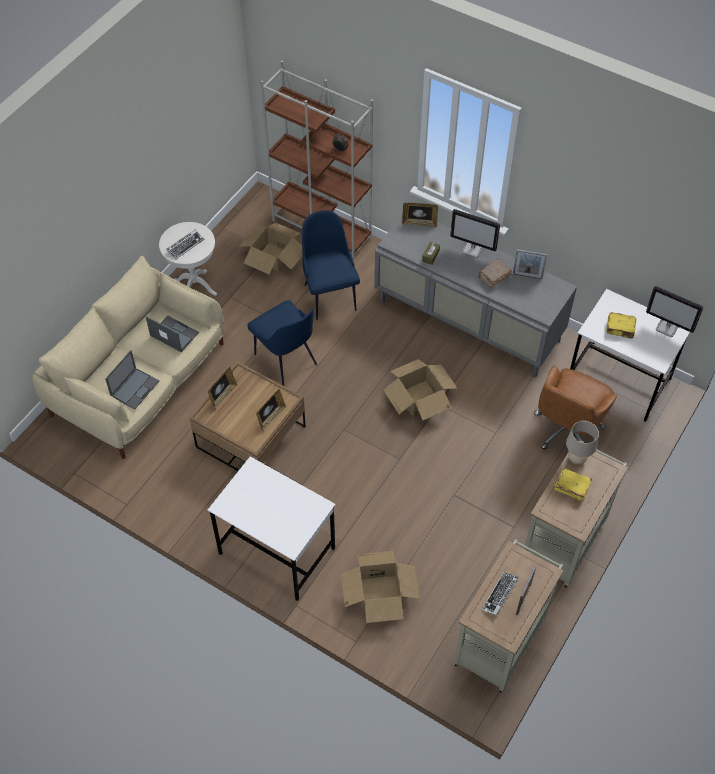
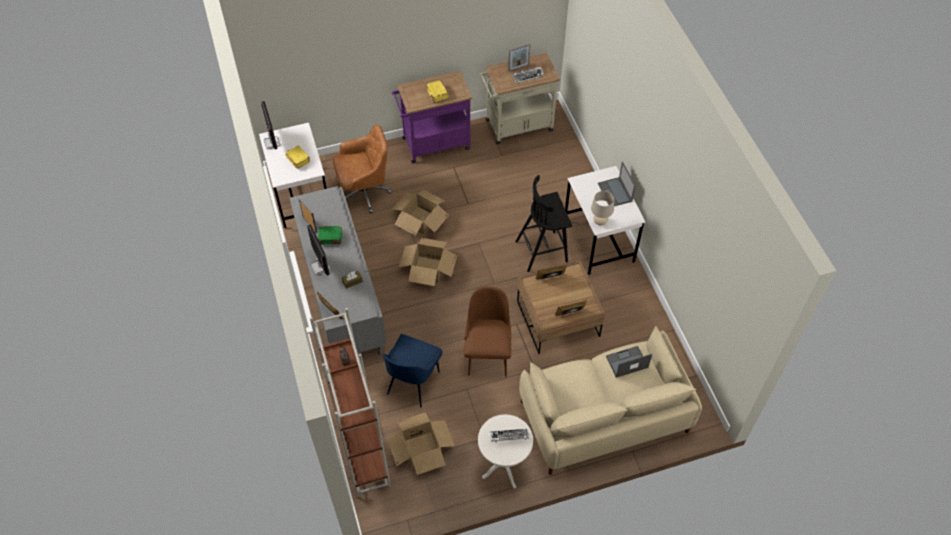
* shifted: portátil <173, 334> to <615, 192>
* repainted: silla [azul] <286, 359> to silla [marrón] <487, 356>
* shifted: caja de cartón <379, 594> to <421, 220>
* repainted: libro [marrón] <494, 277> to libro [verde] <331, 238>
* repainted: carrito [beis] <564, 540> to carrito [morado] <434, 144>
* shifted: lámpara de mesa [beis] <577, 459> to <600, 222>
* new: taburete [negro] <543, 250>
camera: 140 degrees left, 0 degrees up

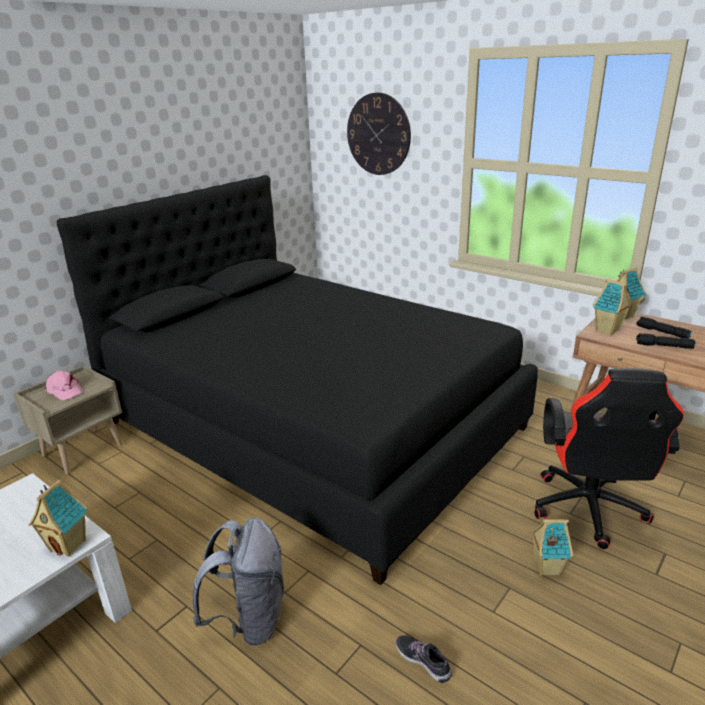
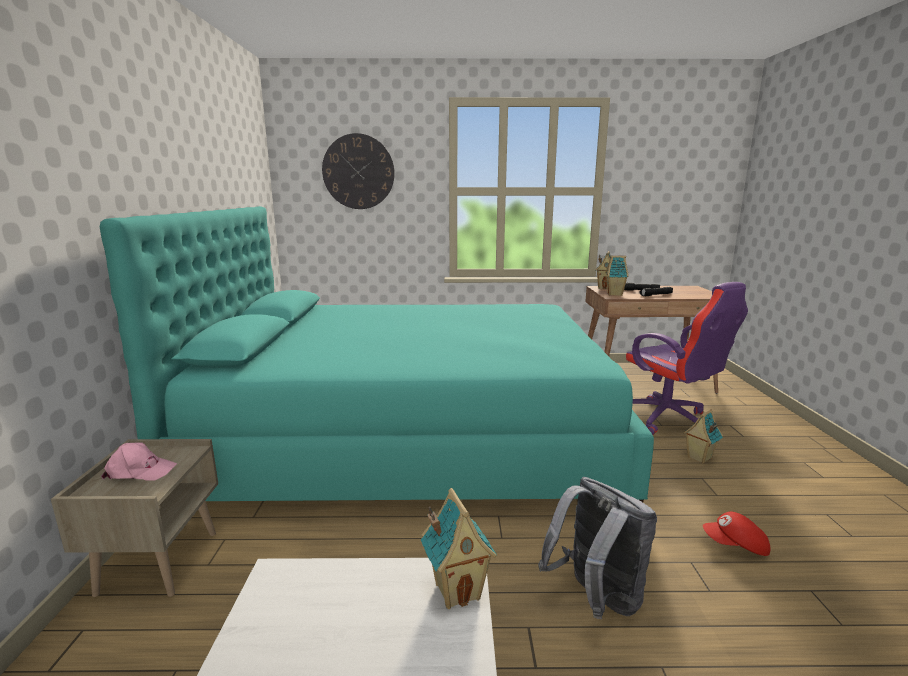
* repainted: cama [negro] <312, 424> to cama [turquesa] <411, 439>
* swapped: zapato <423, 661> to gorra [rojo] <735, 546>
* repainted: silla de oficina [negro] <588, 514> to silla de oficina [morado] <670, 422>
camera: 40 degrees left, 10 degrees down

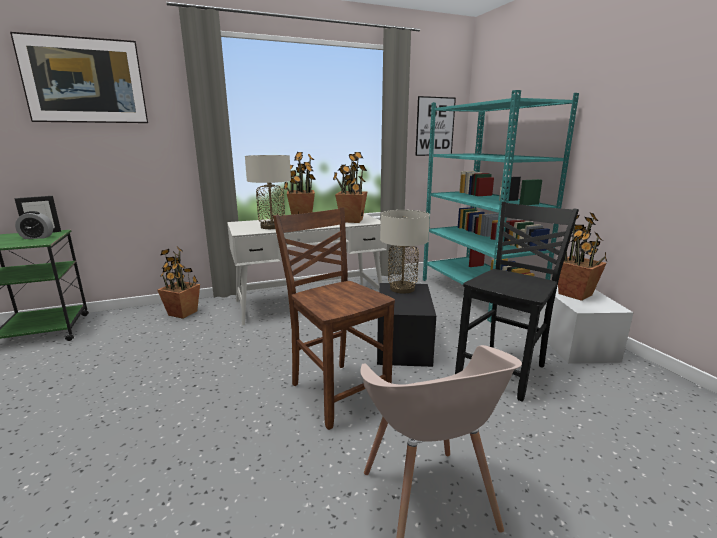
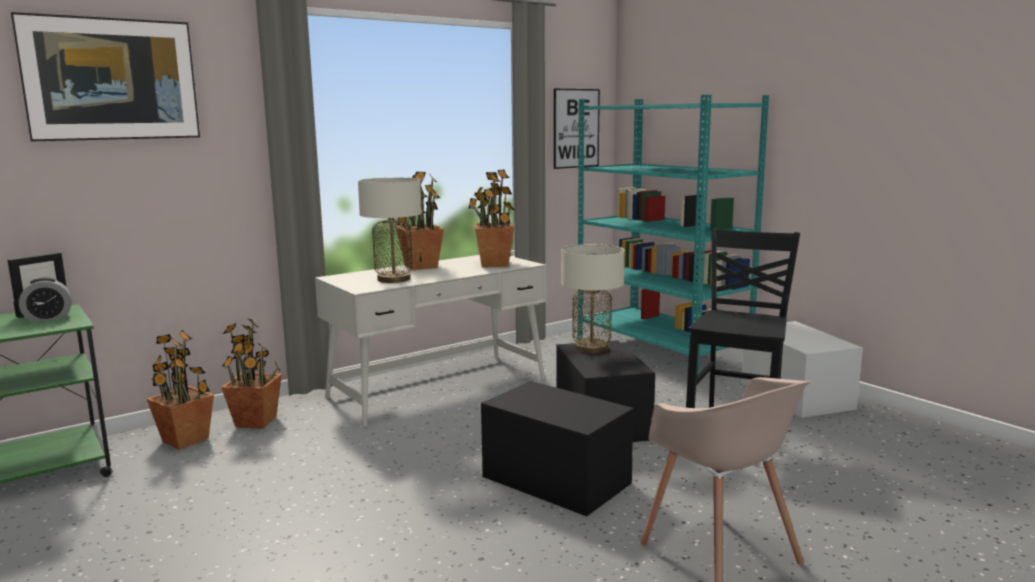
* swapped: silla [marrón] <337, 391> to caja de almacenaje [negro] <555, 480>
* shifted: planta en maceta <575, 294> to <185, 440>
camera: 15 degrees left, 5 degrees down

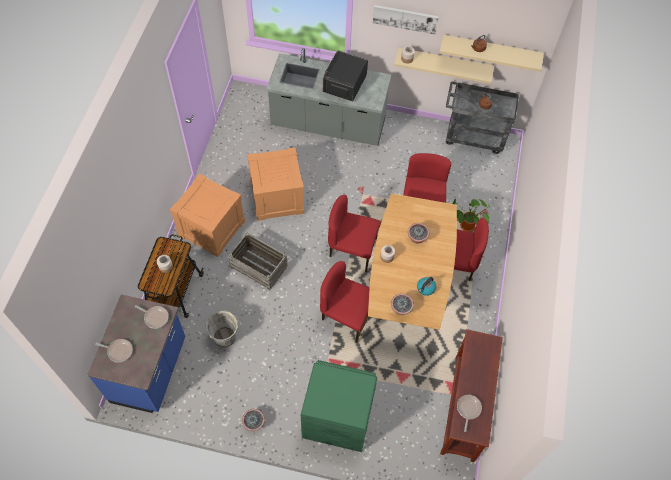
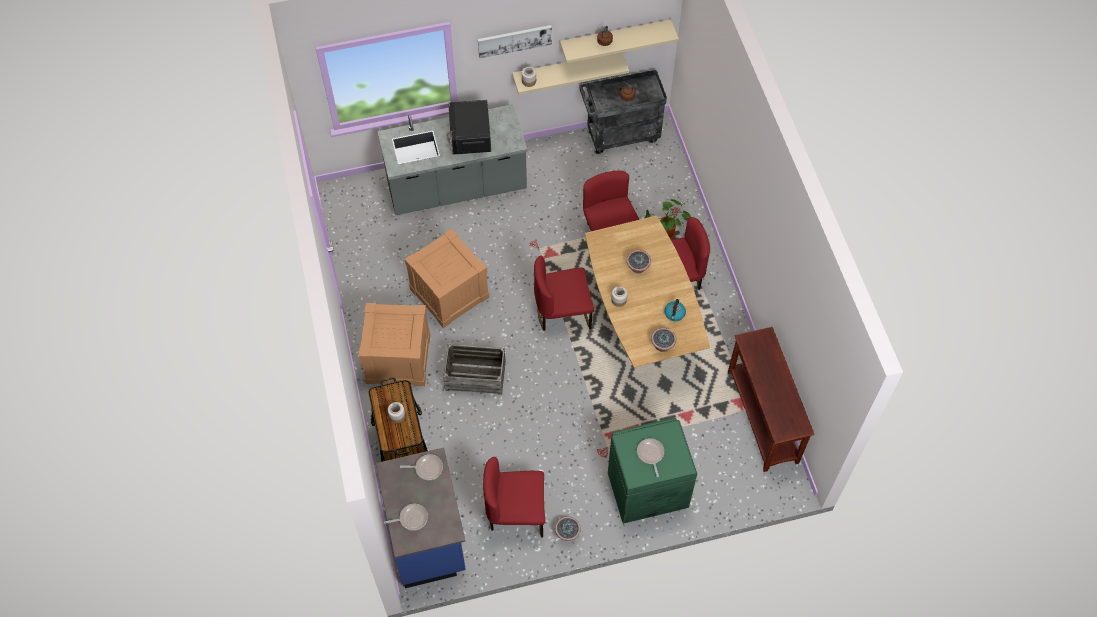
* gone: cubo [gris] <226, 337>
* shifted: silla [rojo] <346, 316> to <516, 513>
* shifted: sartén <468, 409> to <650, 454>
camera: 25 degrees left, 0 degrees up

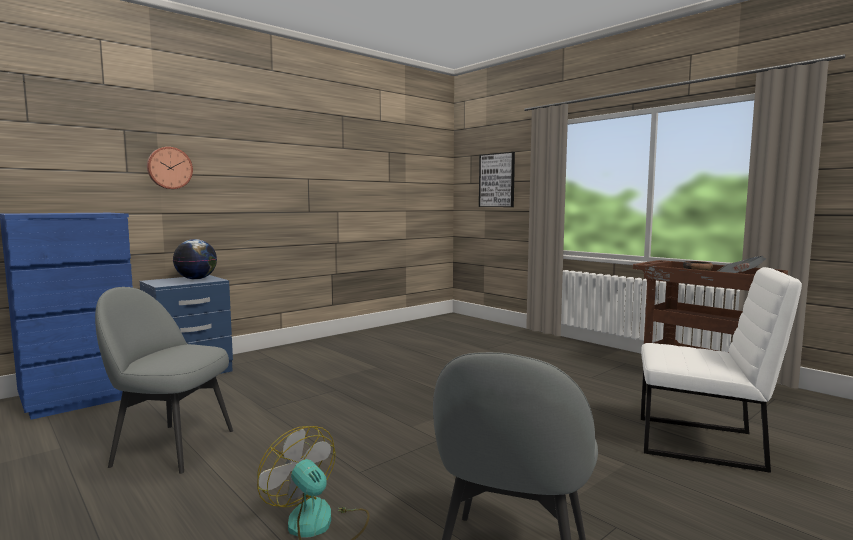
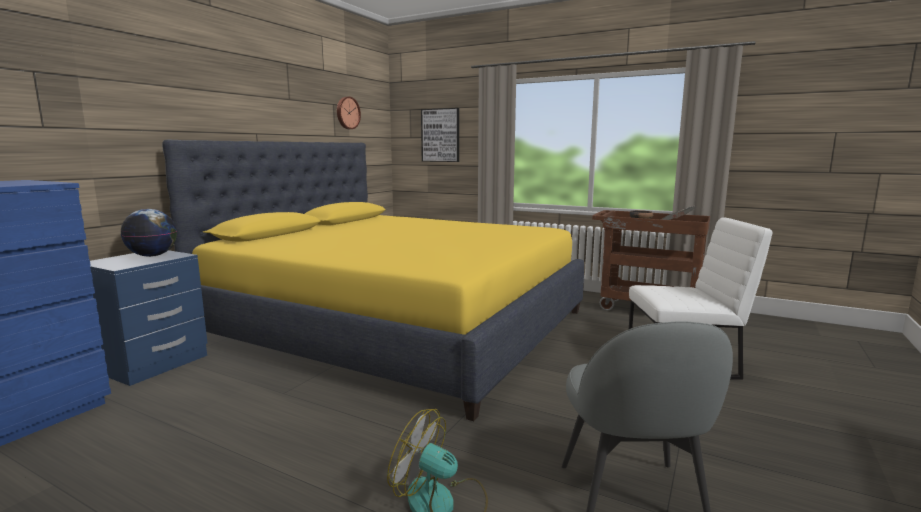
* gone: silla [gris] <171, 447>
* shifted: reloj de pared <169, 168> to <347, 113>
* new: cama [amarillo] <398, 324>
camera: 20 degrees left, 5 degrees up

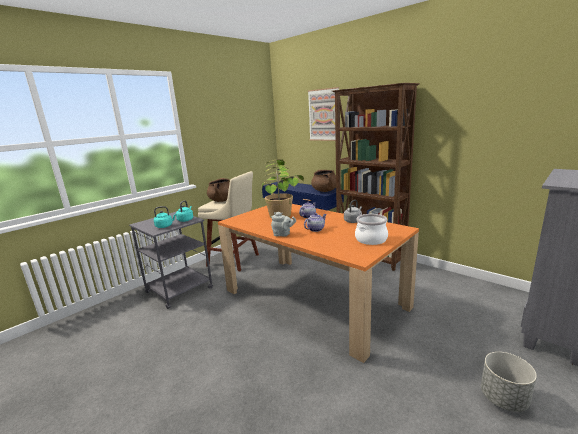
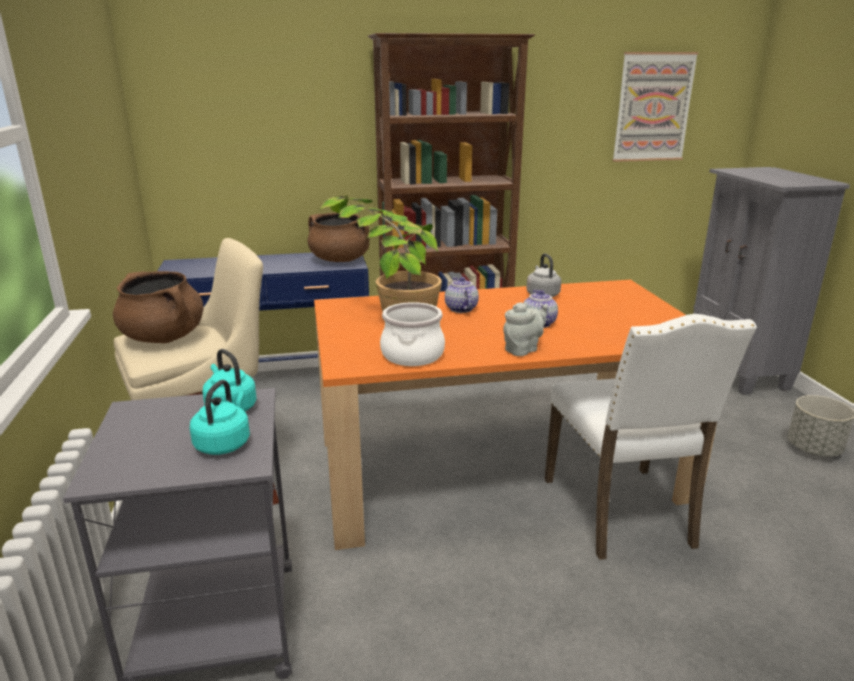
* shifted: cuadro <324, 115> to <653, 107>
* shifted: olla <371, 240> to <413, 355>
* new: silla [blanco] <621, 513>
camera: 55 degrees left, 5 degrees up

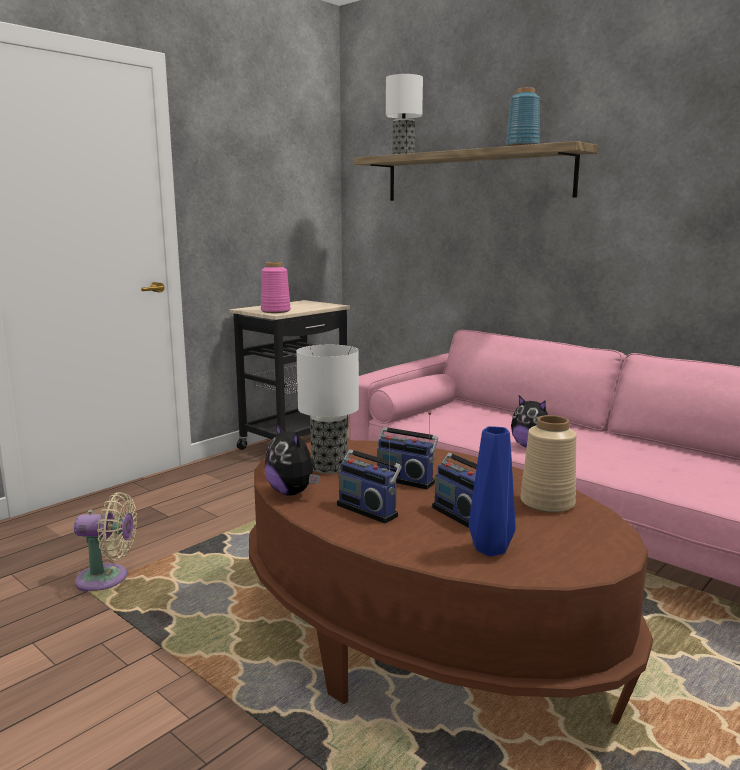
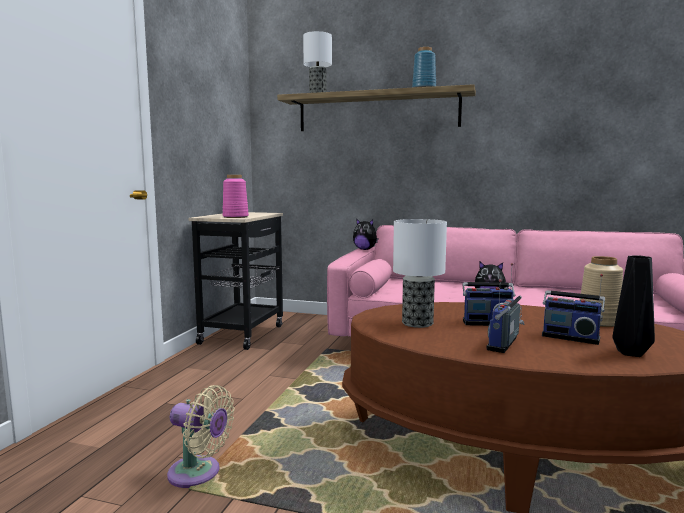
* rotated: ventilador [beis] <107, 579> = <199, 474> 45 degrees clockwise
* shifted: peluche <292, 492> to <365, 249>
* rotated: radio <369, 509> = <505, 344> 105 degrees clockwise
* repainted: florero [azul] <489, 550> to florero [negro] <631, 353>
camera: 25 degrees left, 5 degrees down

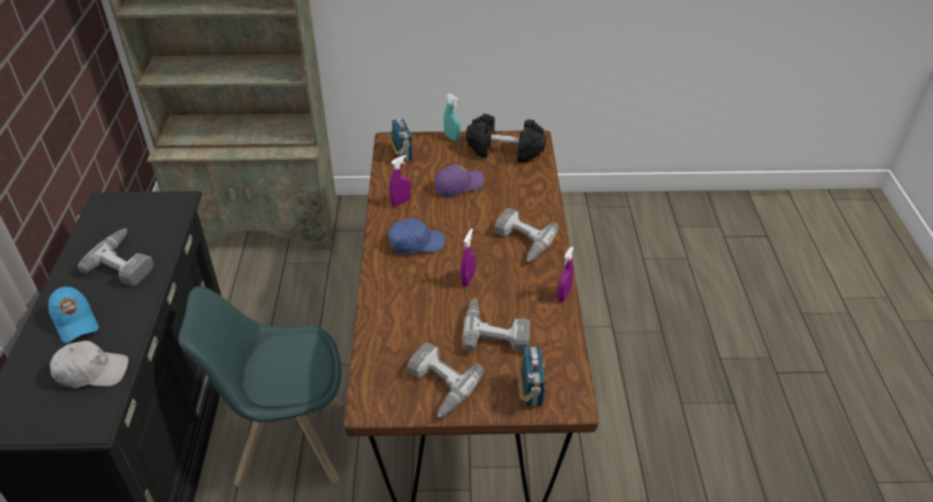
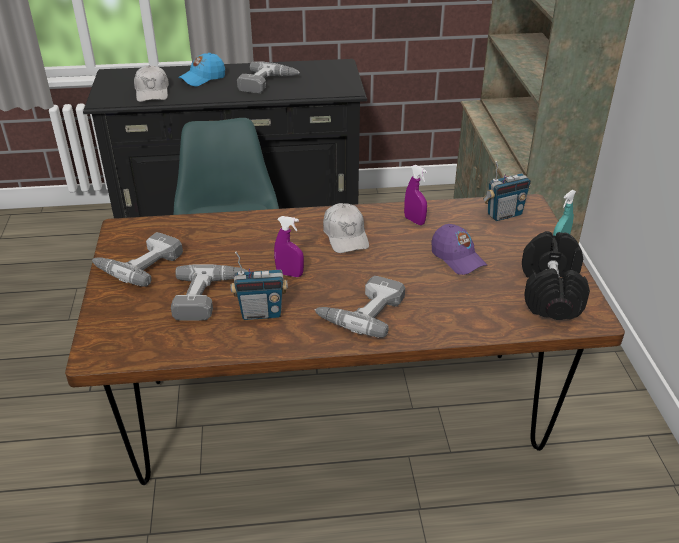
* repainted: gorra [azul] <416, 243> to gorra [blanco] <346, 236>
* shifted: radio <531, 393> to <261, 313>
* gone: pulverizador [morado] <564, 295>
camera: 85 degrees right, 5 degrees down

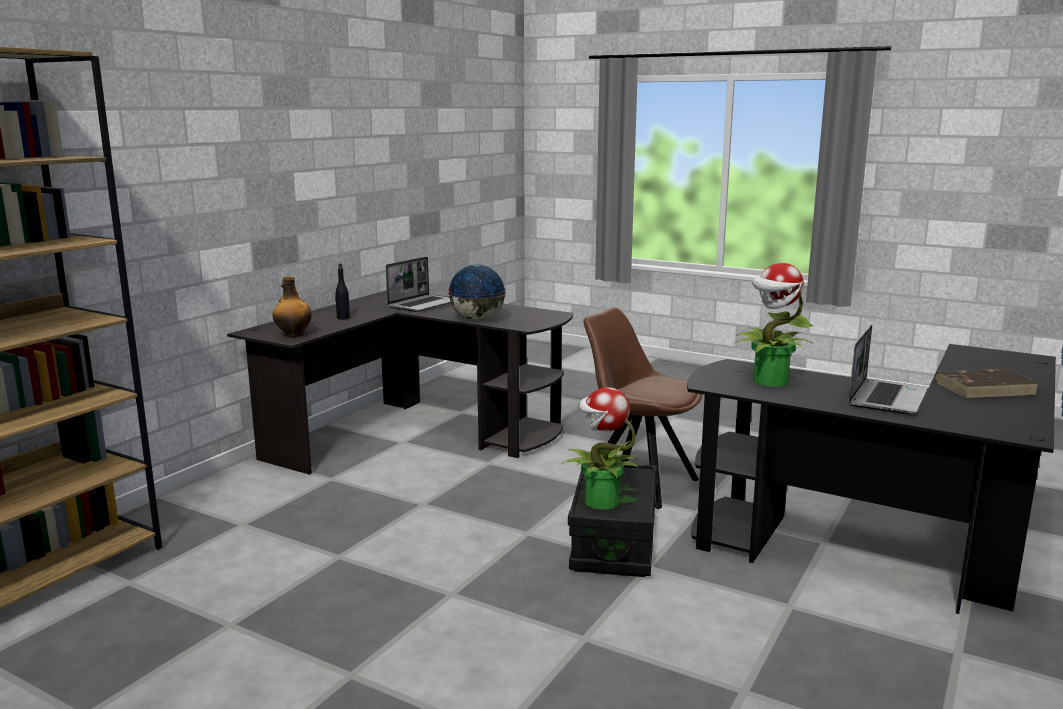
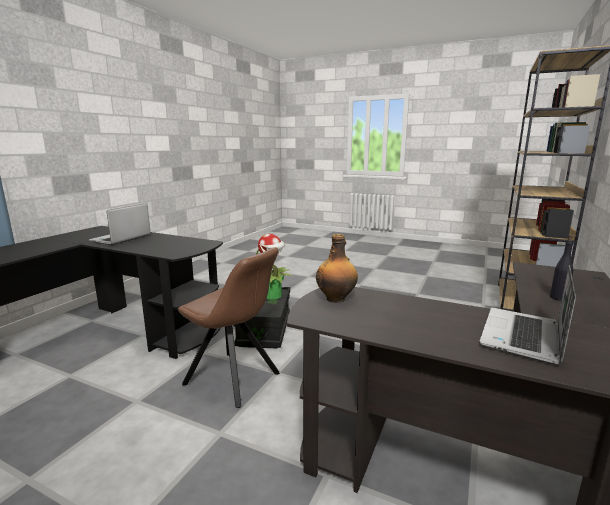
* shifted: botella <293, 335> to <336, 299>
* gone: globo terráqueo <477, 319>
* gone: planta en maceta <769, 381>
* gone: libro [marrón] <985, 388>
camera: 175 degrees right, 0 degrees up

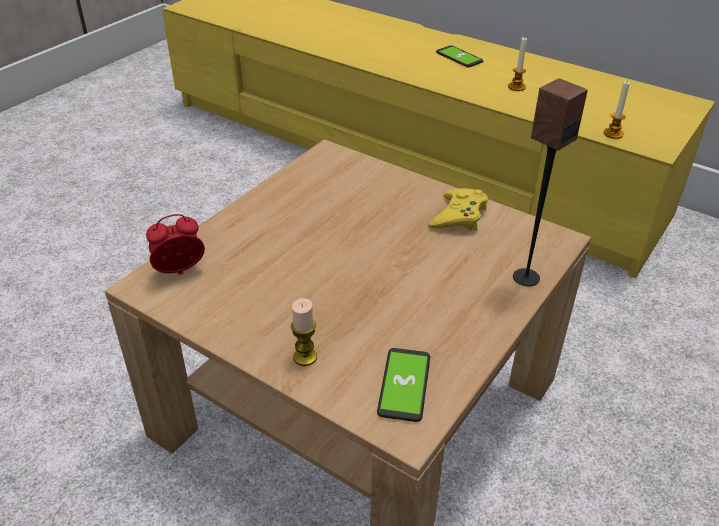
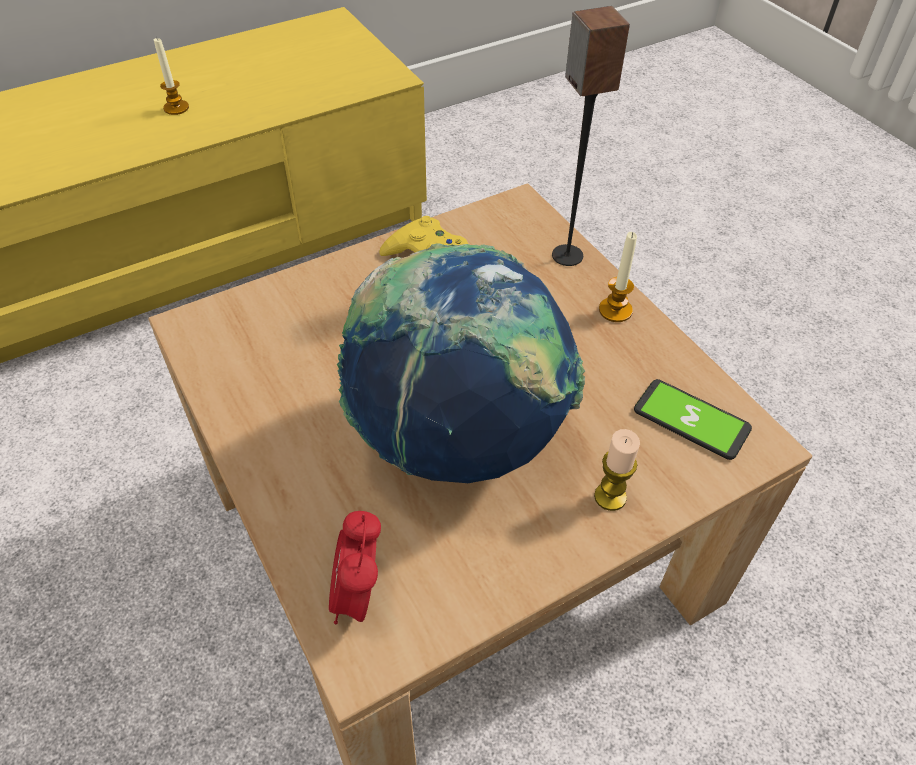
* gone: móvil <459, 57>
* shifted: vela <613, 134> to <615, 310>
* new: globo terráqueo <459, 438>
camera: 65 degrees left, 10 degrees up

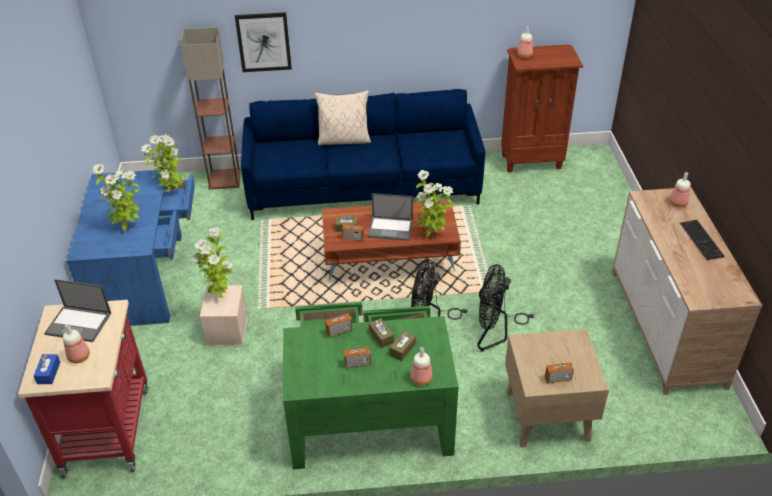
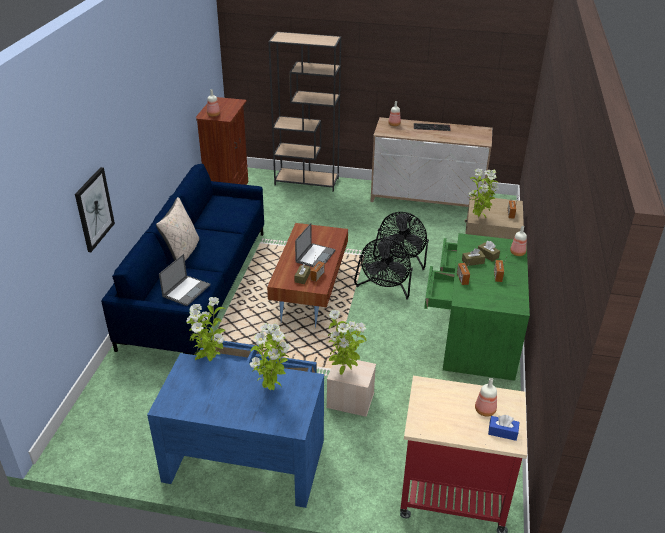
* shifted: portátil <79, 323> to <186, 290>
* gone: lámpara de pie <225, 179>
* shifted: planta en maceta <431, 234> to <479, 218>
* new: estantería <307, 181>
camera: 75 degrees left, 5 degrees down

